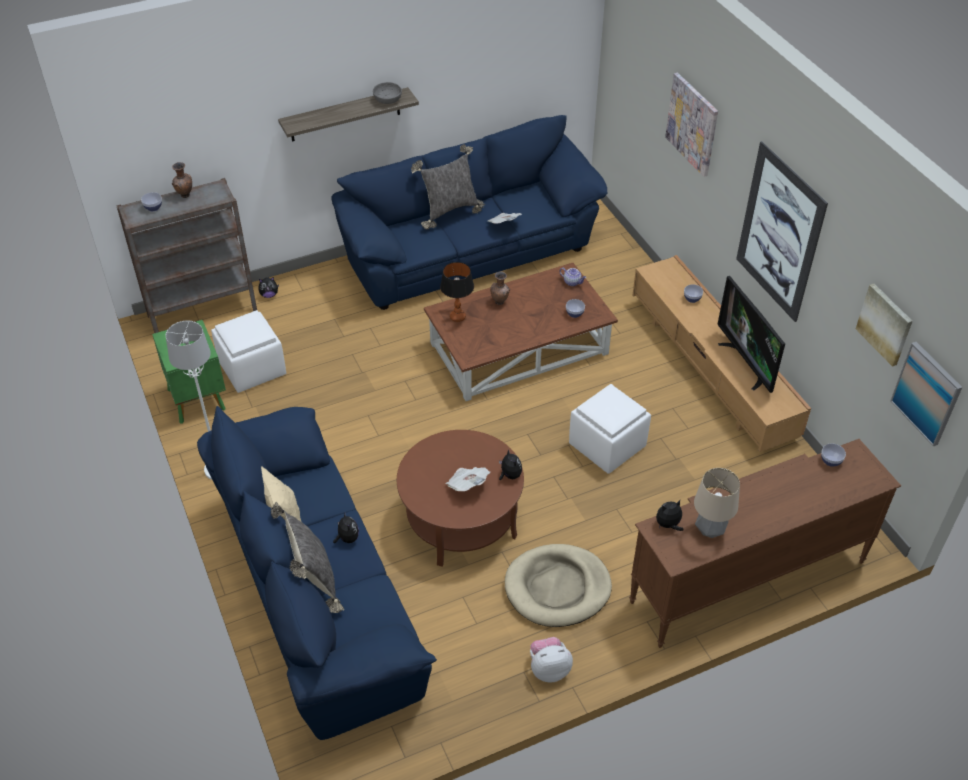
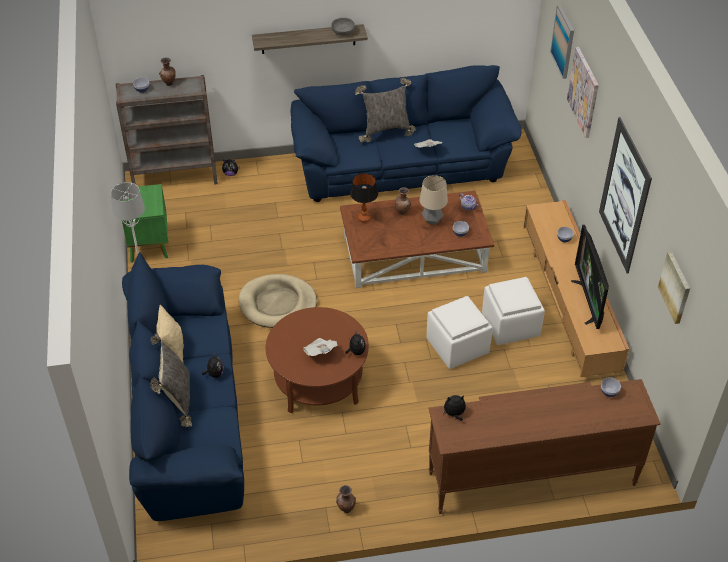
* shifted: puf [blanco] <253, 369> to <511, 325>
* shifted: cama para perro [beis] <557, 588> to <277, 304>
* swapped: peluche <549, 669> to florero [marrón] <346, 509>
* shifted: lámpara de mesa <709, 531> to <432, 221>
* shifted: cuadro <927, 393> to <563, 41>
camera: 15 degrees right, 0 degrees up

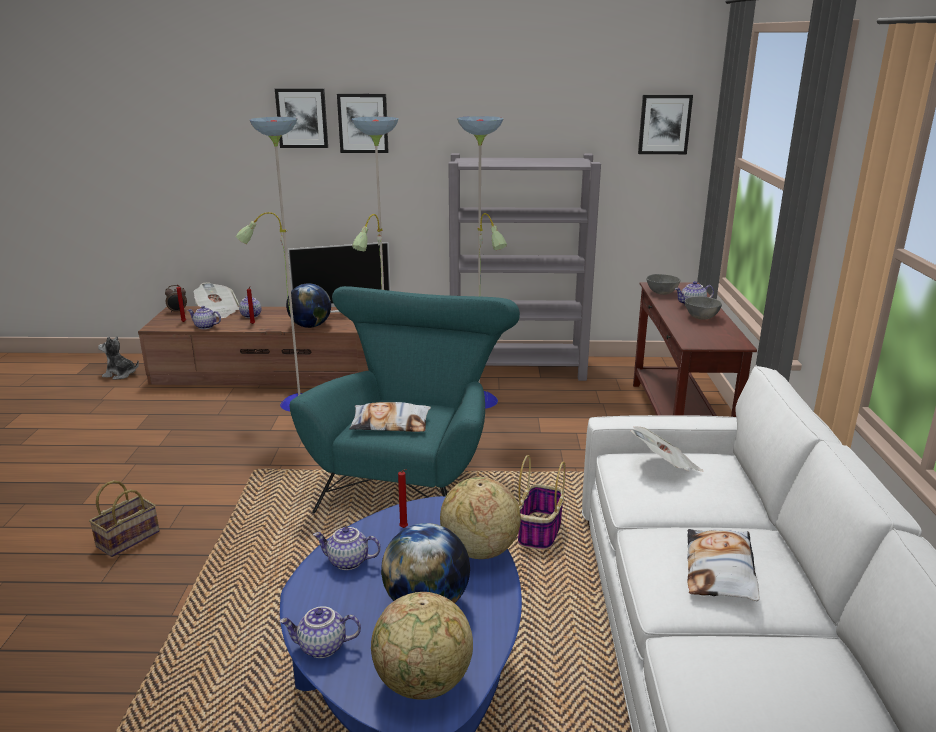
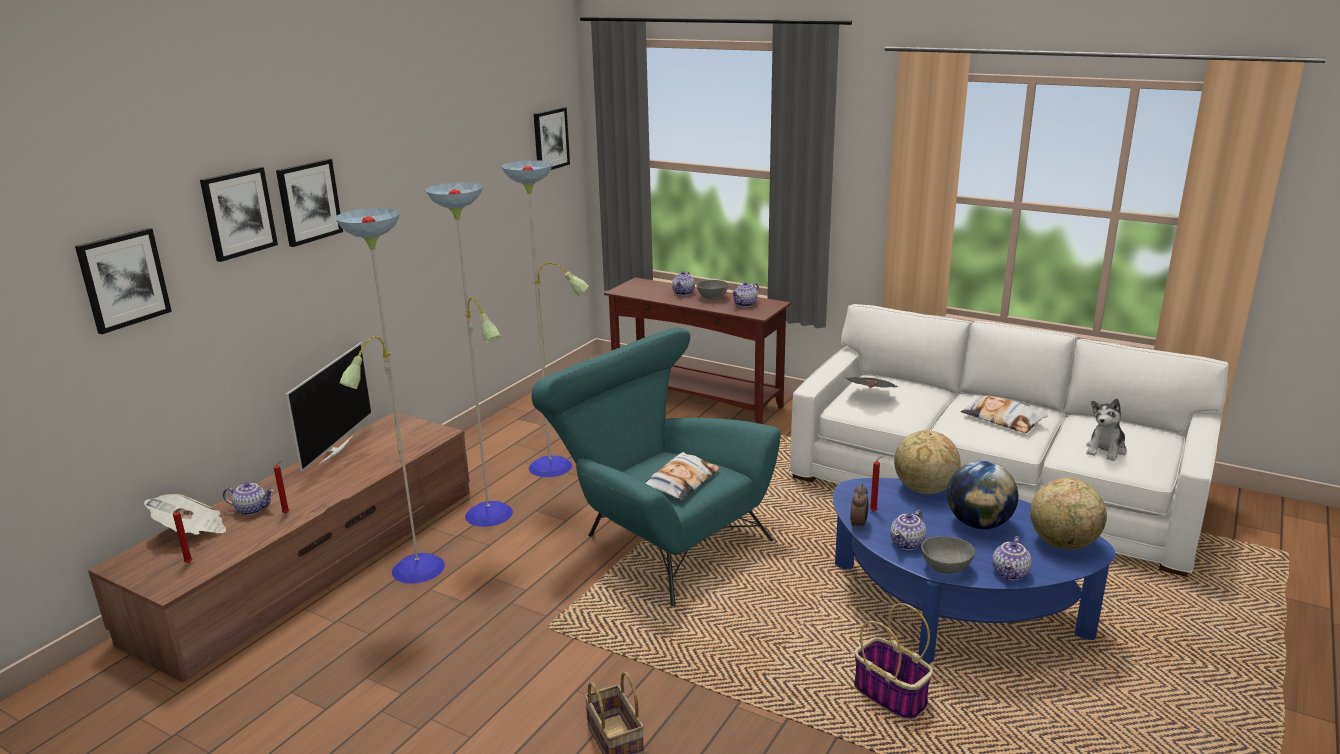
* shifted: peluche <120, 374> to <1106, 450>
* shifted: despertador <178, 312> to <858, 525>
* shifted: tetera <205, 327> to <745, 304>
* gone: globo terráqueo <310, 326>
* gone: estantería [gris] <517, 368>
* shifted: cesta <539, 532> to <891, 696>
* shifted: cuenco [gris] <661, 293> to <946, 569>
* new: cuadro <123, 279>
camera: 60 degrees left, 0 degrees up

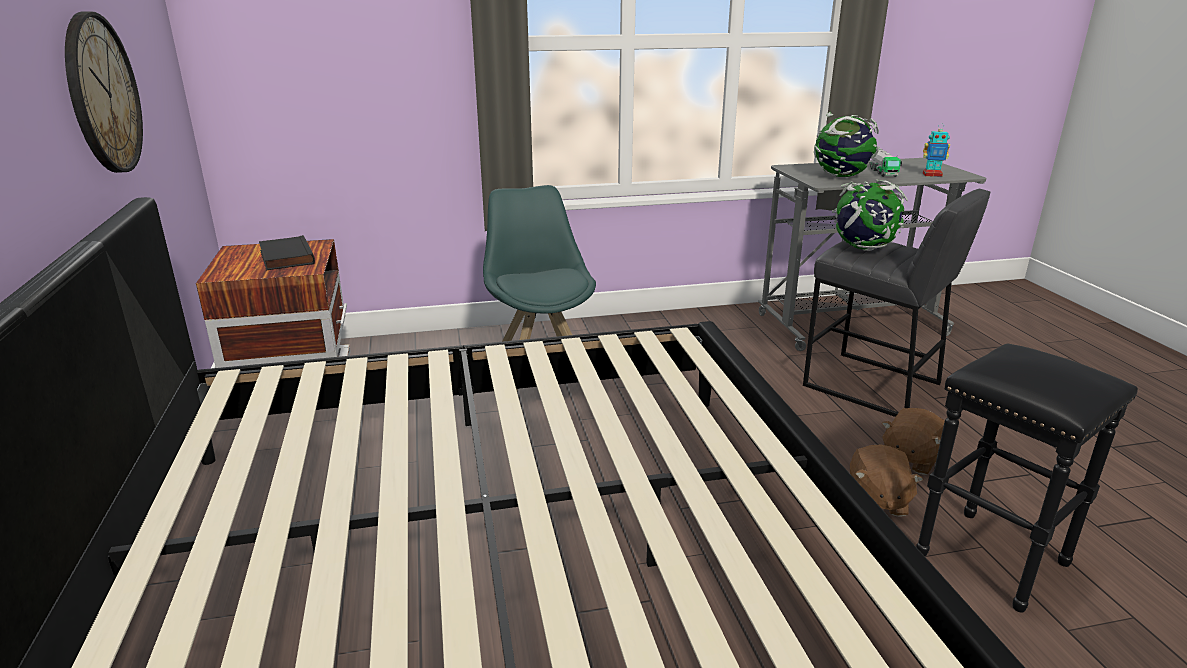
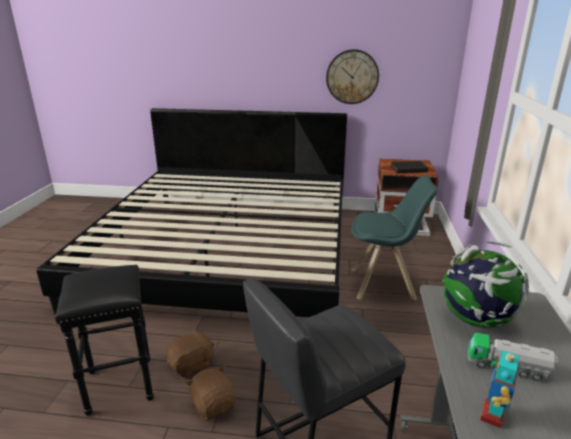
* gone: globo terráqueo <863, 248>
* rotated: peluche [marrón] <876, 501> = <191, 365> 120 degrees clockwise
camera: 110 degrees right, 0 degrees up

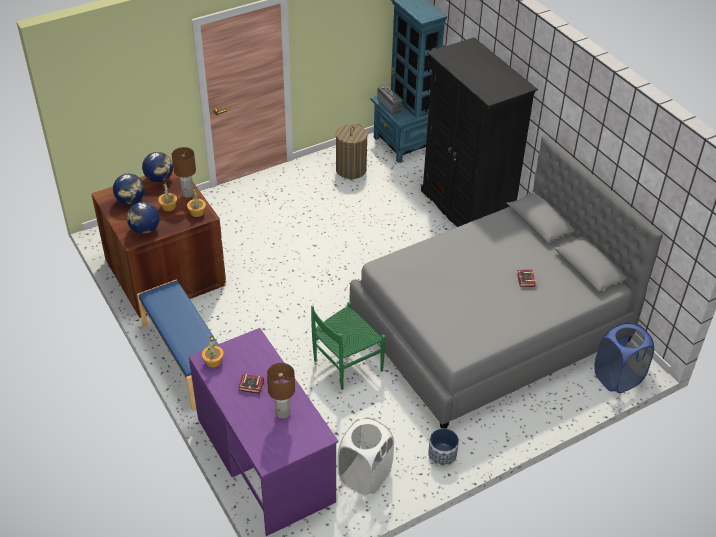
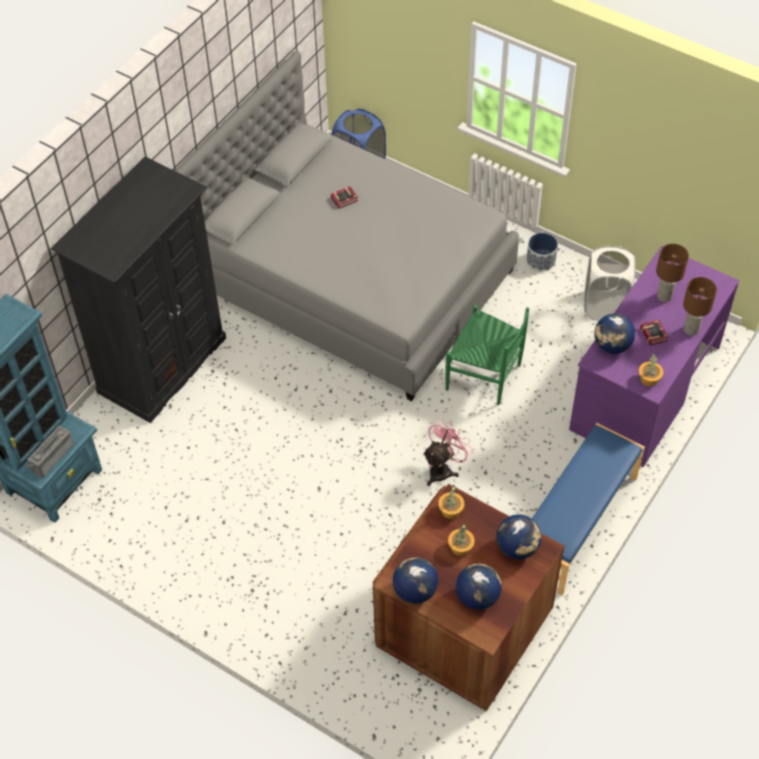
* shifted: lámpara de mesa [marrón] <188, 194> to <691, 329>
* gone: cesto de la ropa <351, 170>
* new: ventilador [rosa] <443, 469>
* new: globo terráqueo <612, 346>
camera: 115 degrees left, 10 degrees up

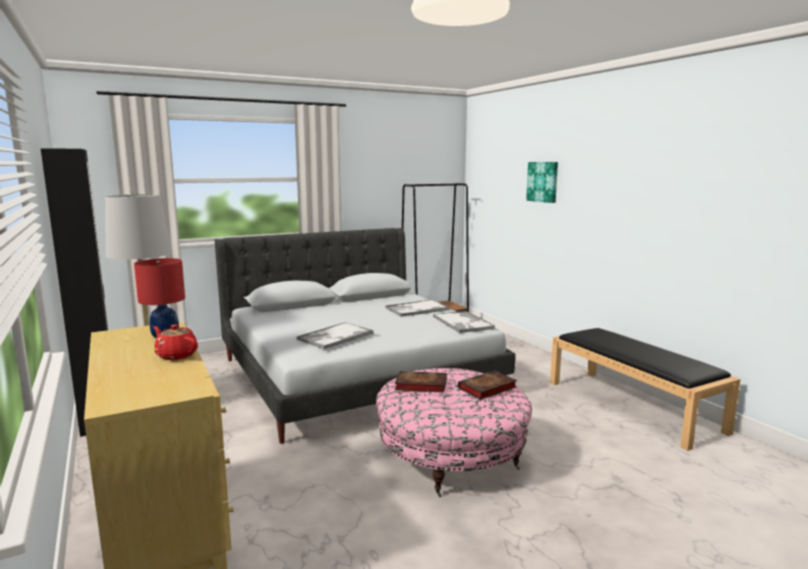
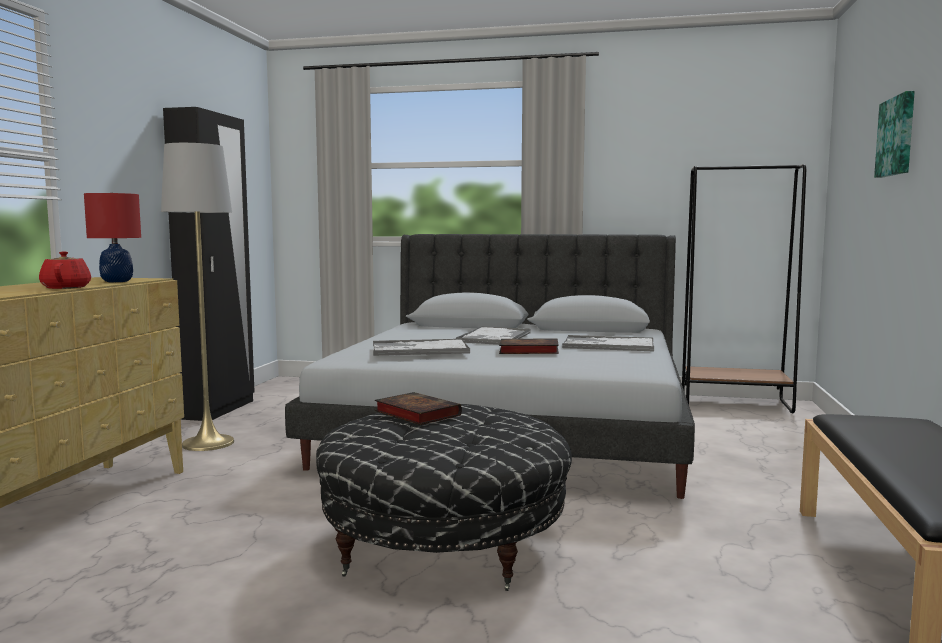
* repainted: puf [rosa] <451, 458> to puf [negro] <444, 545>
* shifted: bandeja <463, 323> to <494, 337>
* shifted: libro <486, 388> to <527, 351>
camera: 40 degrees right, 5 degrees down

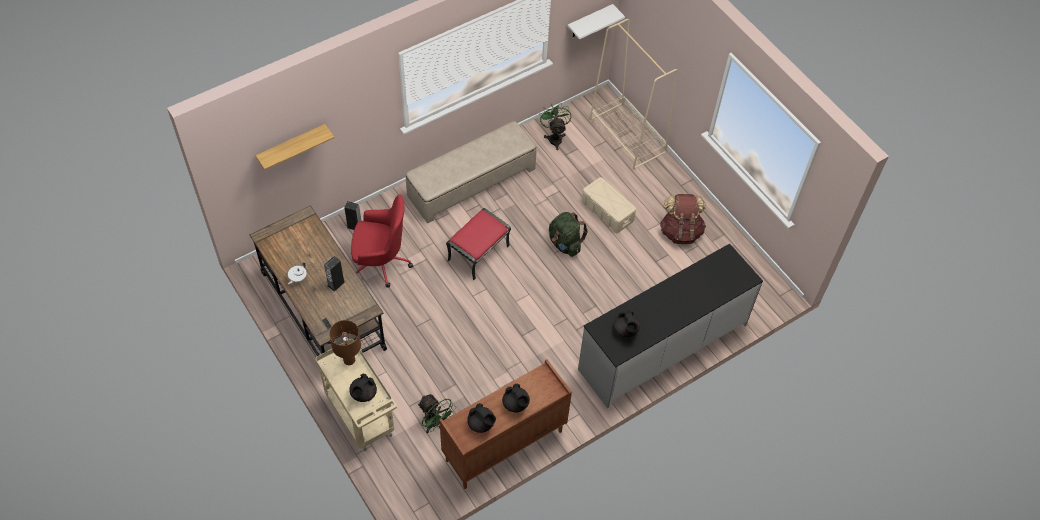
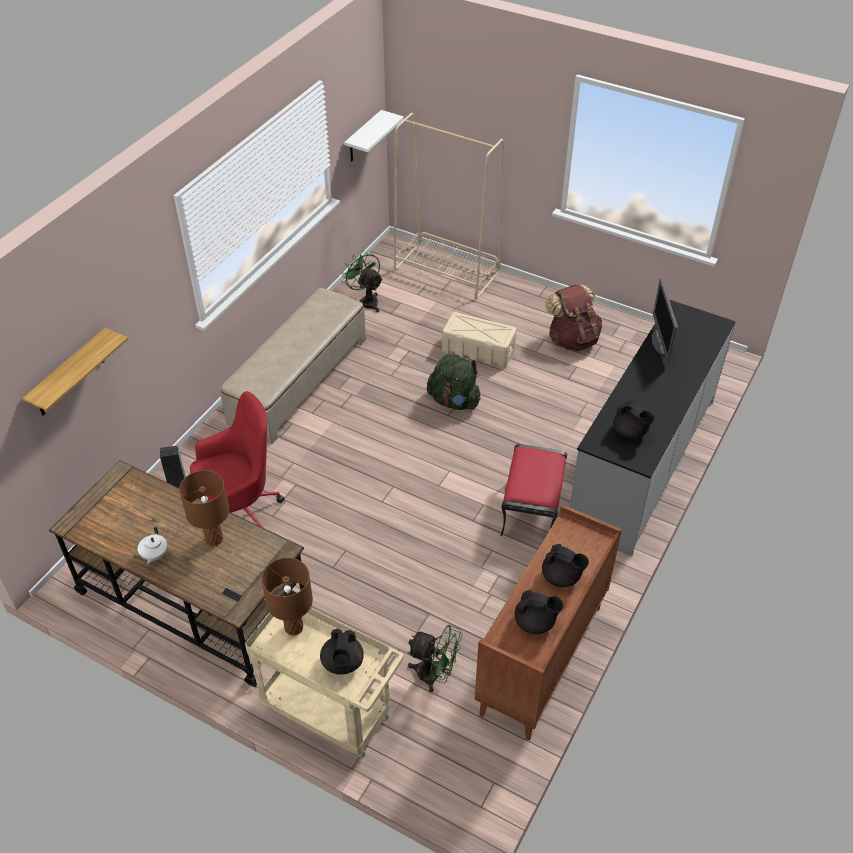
* swapped: altavoz <336, 283> to lámpara de mesa [marrón] <214, 539>
* shifted: puf [rojo] <478, 252> to <531, 508>
* new: monitor <660, 343>
camera: 25 degrees left, 10 degrees down

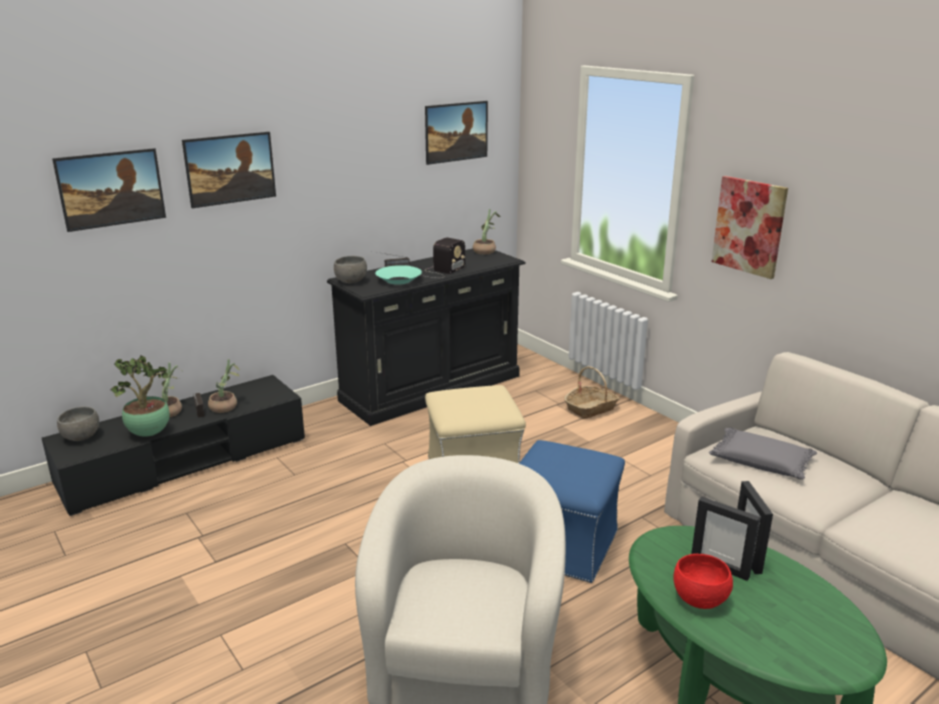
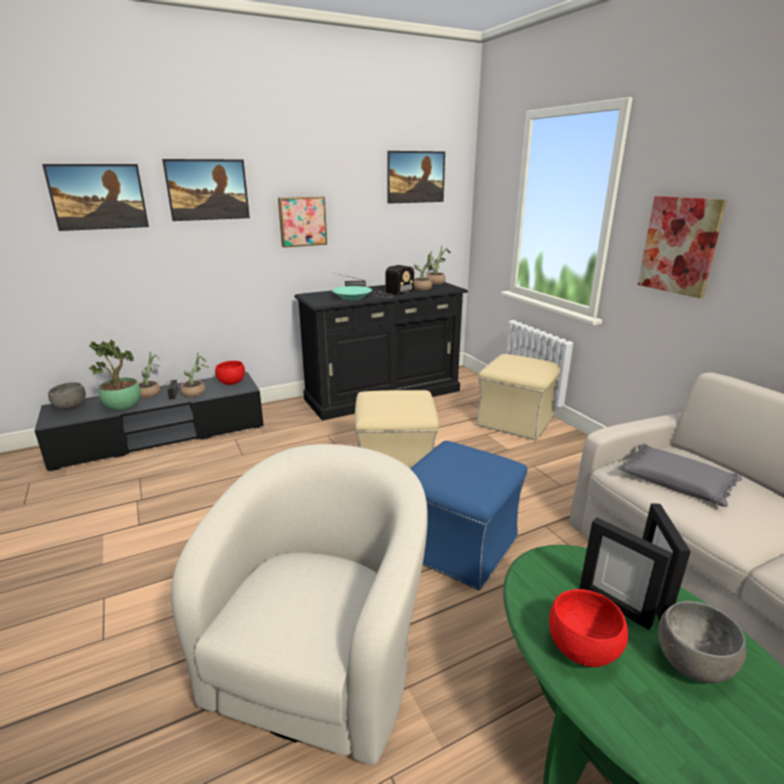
* shifted: cuenco [gris] <351, 281> to <691, 663>
* swapped: cesta <591, 408> to puf [beis] <516, 421>
* new: cuenco [rojo] <231, 383>
* new: cuadro <302, 221>
* new: planta en maceta <424, 288>
camera: 10 degrees right, 0 degrees up

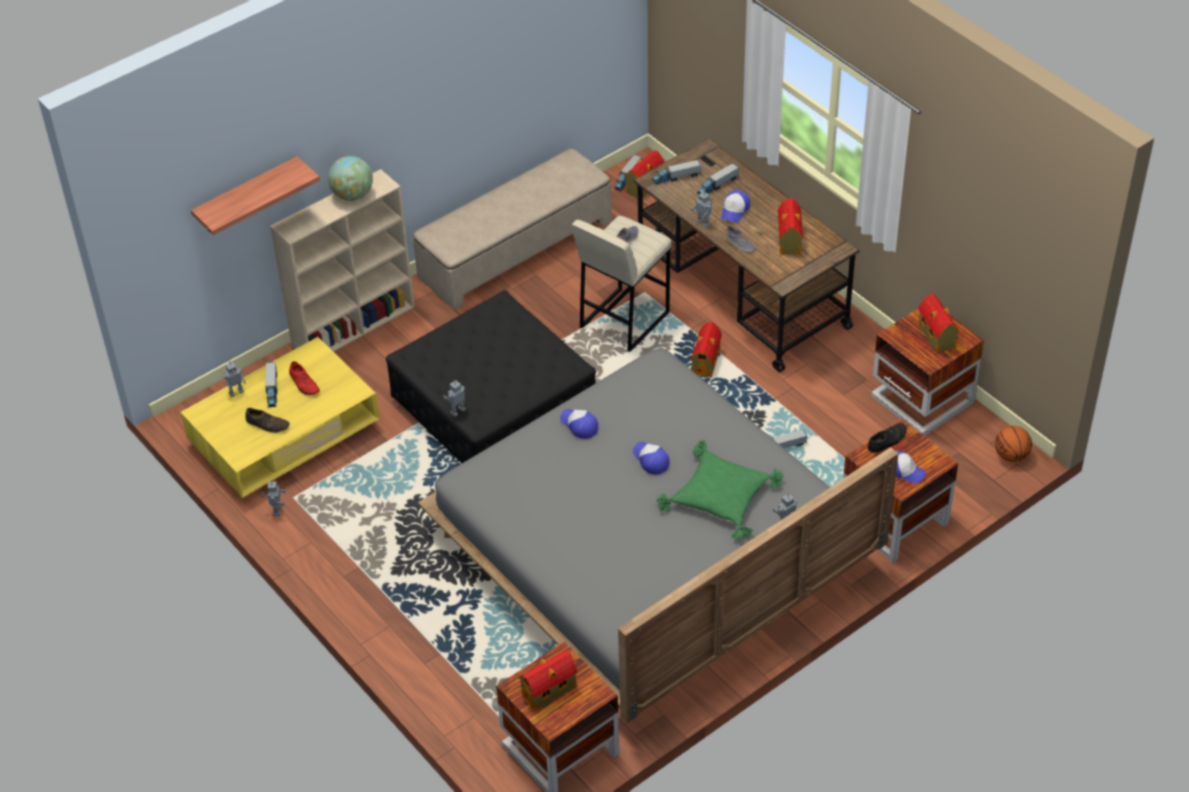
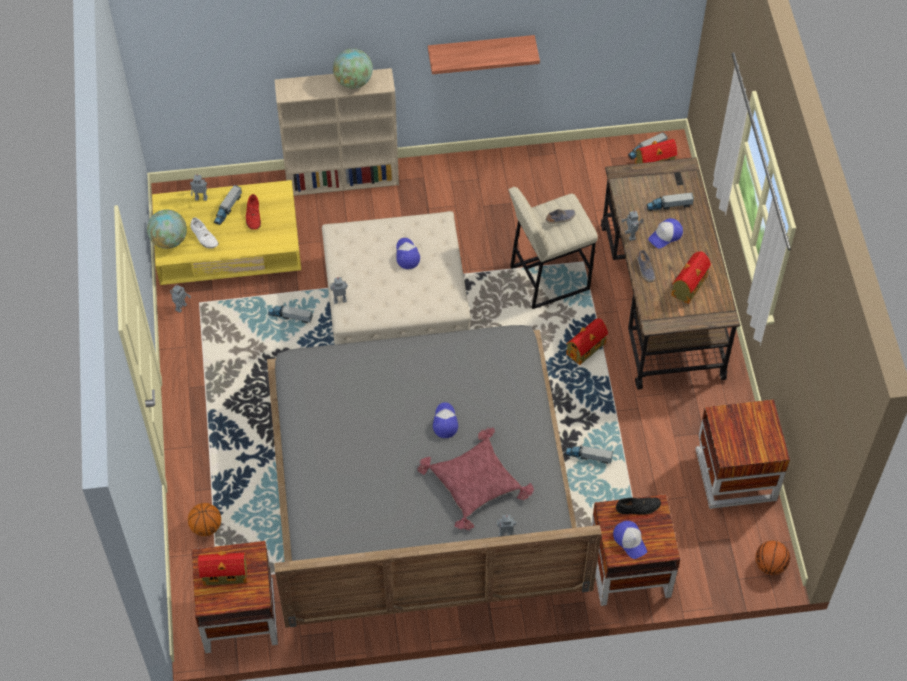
* shifted: estante <247, 196> to <481, 50>
* repainted: zapato [marrón] <267, 424> to zapato [blanco] <204, 237>
* repainted: puf [negro] <493, 406> to puf [beis] <395, 302>
* gone: banco [beis] <516, 248>
* shifted: gorra <579, 425> to <407, 255>
* shifted: camión de juguete <676, 177> to <290, 316>
* repainted: cojín [verde] <720, 494> to cojín [rojo] <475, 481>
* gone: casita <937, 337>
* new: globo terráqueo <169, 240>
* new: balón de baloncesto <206, 527>
camera: 30 degrees right, 10 degrees up

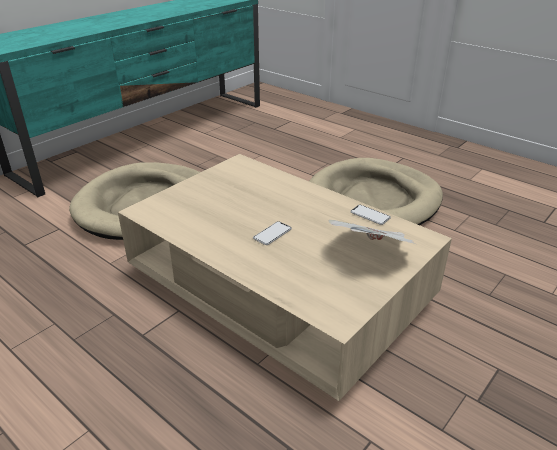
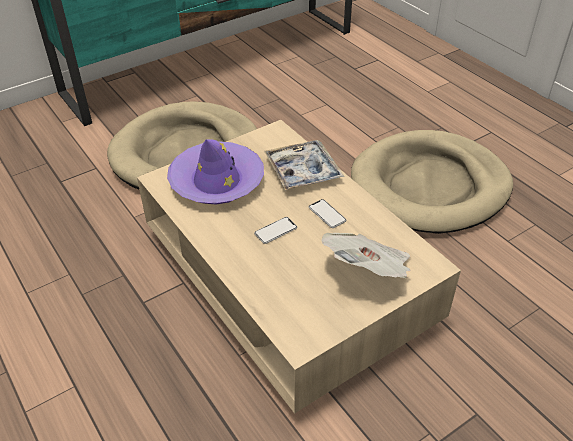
* shifted: móvil <370, 215> to <327, 214>
* new: sombrero [morado] <216, 181>
* new: bandeja <303, 171>
camera: 15 degrees right, 10 degrees up

